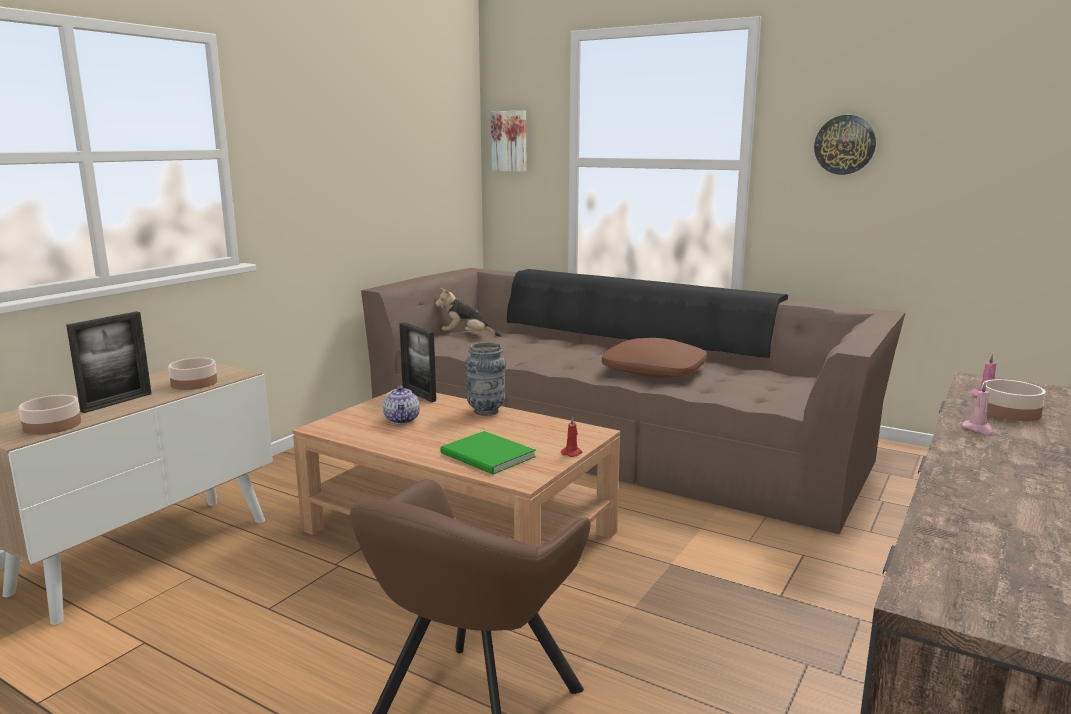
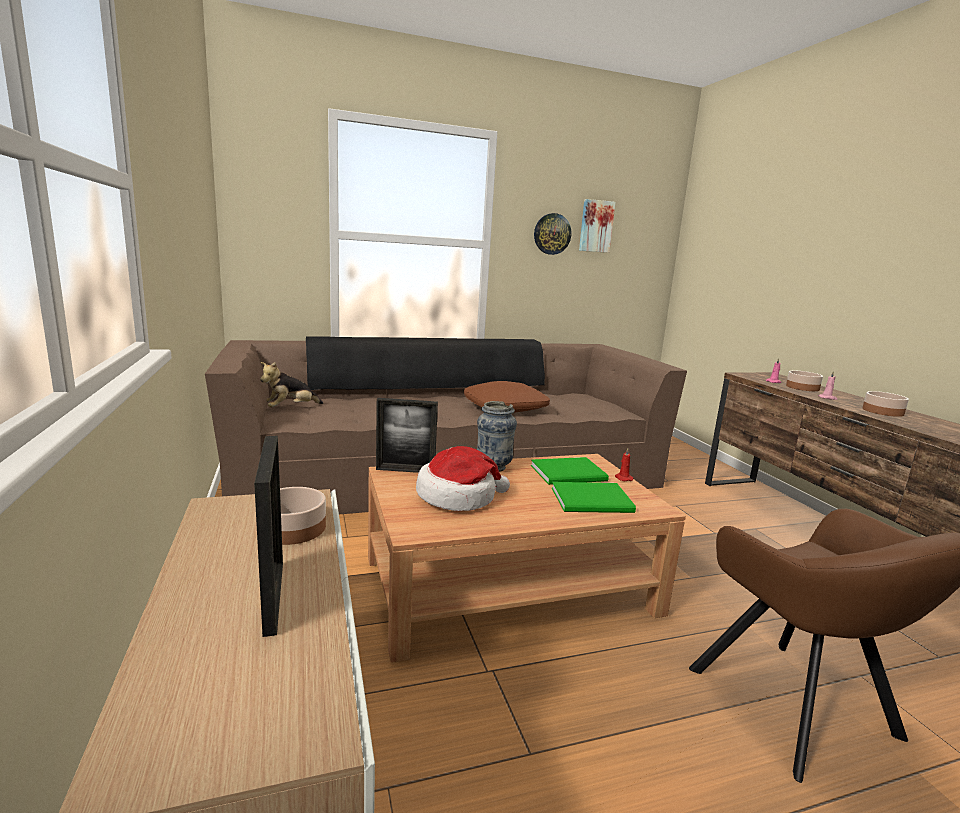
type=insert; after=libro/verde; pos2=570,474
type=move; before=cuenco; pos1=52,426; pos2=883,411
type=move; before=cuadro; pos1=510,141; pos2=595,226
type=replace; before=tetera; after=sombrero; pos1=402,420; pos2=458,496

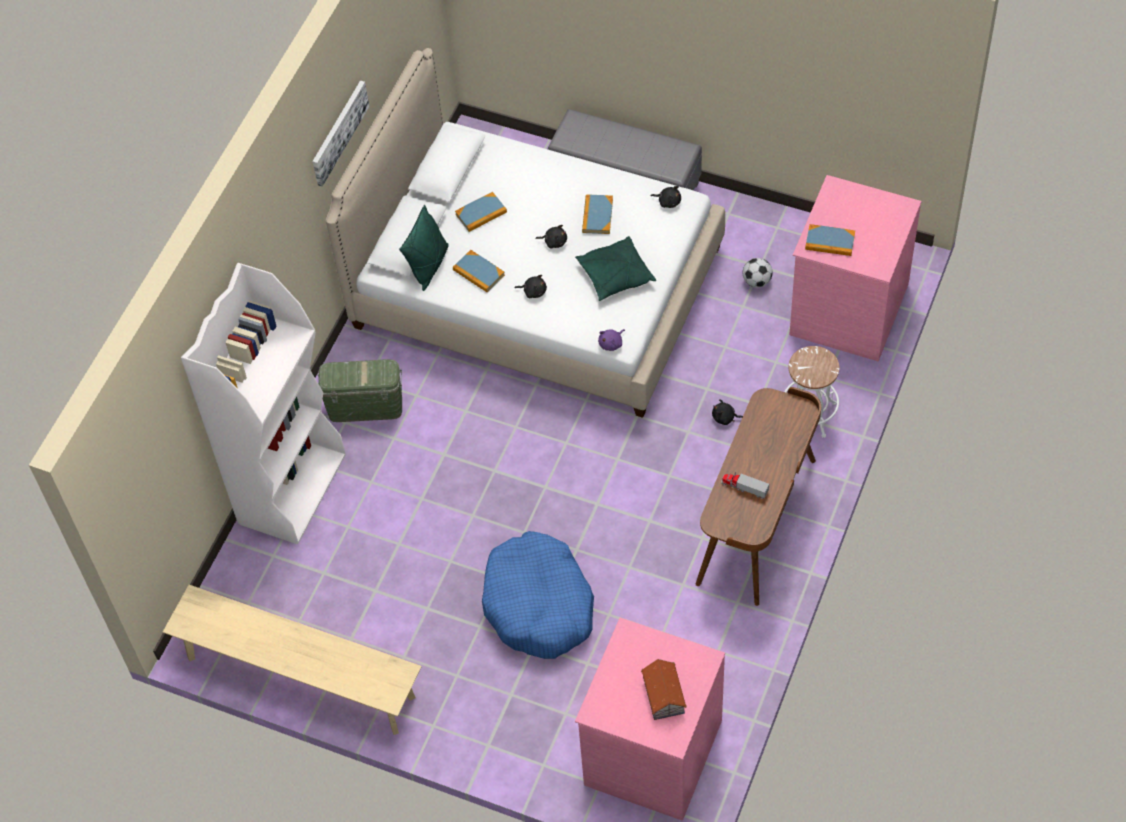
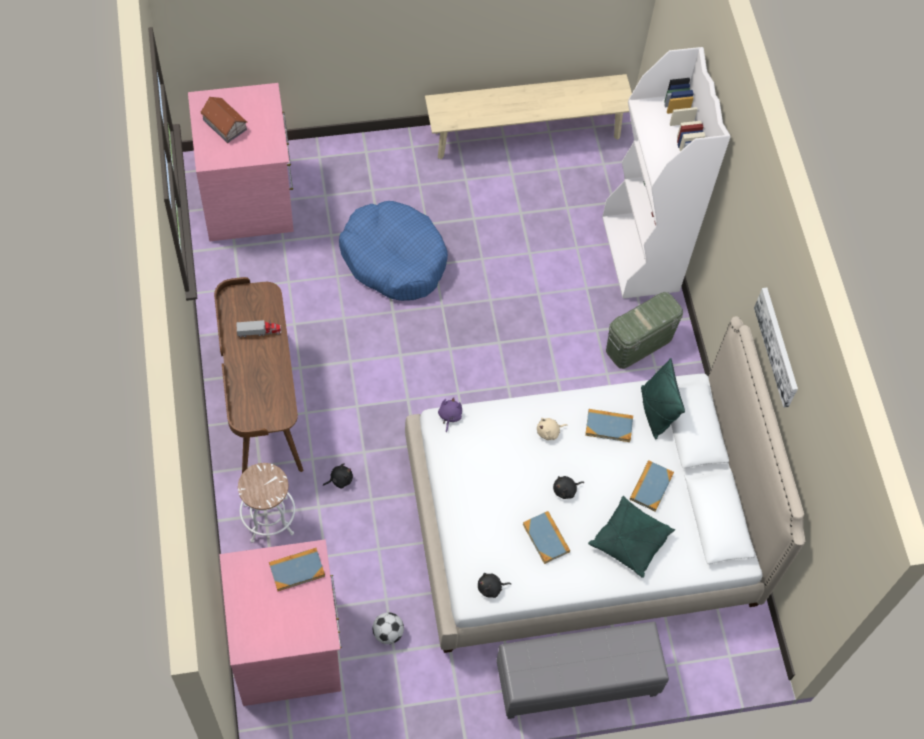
type=move; before=cojín/verde; pos1=615,276; pos2=630,540
type=recolor; before=peluche/negro; after=peluche/beis; pos1=533,291; pos2=549,432

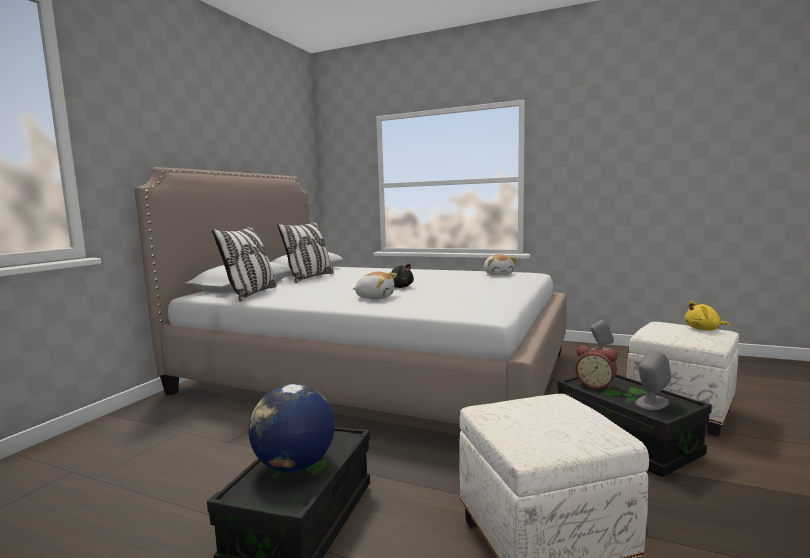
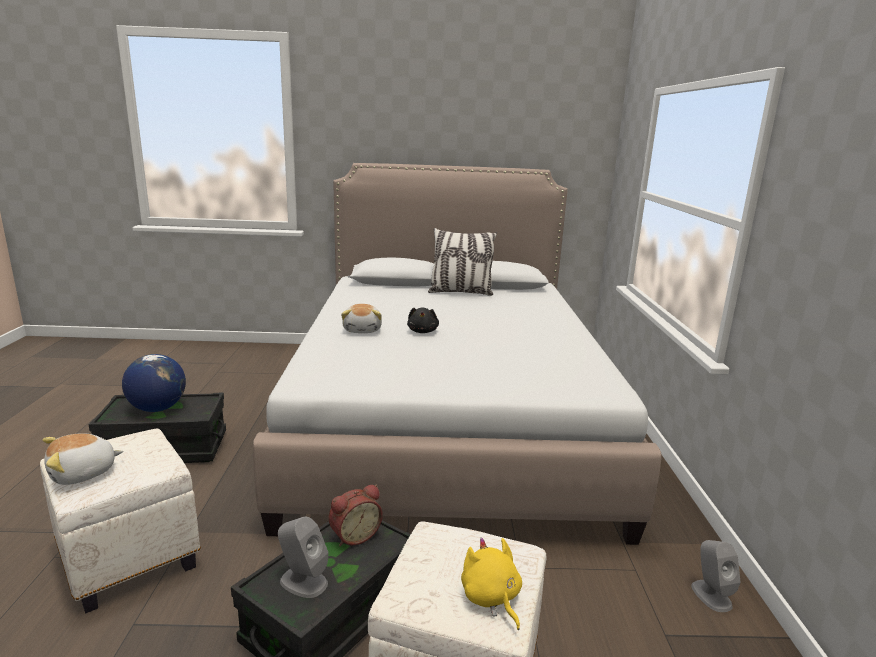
type=delete; before=cojín; pos1=251,294
type=move; before=peluche; pos1=498,274; pos2=83,473
type=rotate; before=despertador; pos1=595,385; pos2=354,535; turn=-135

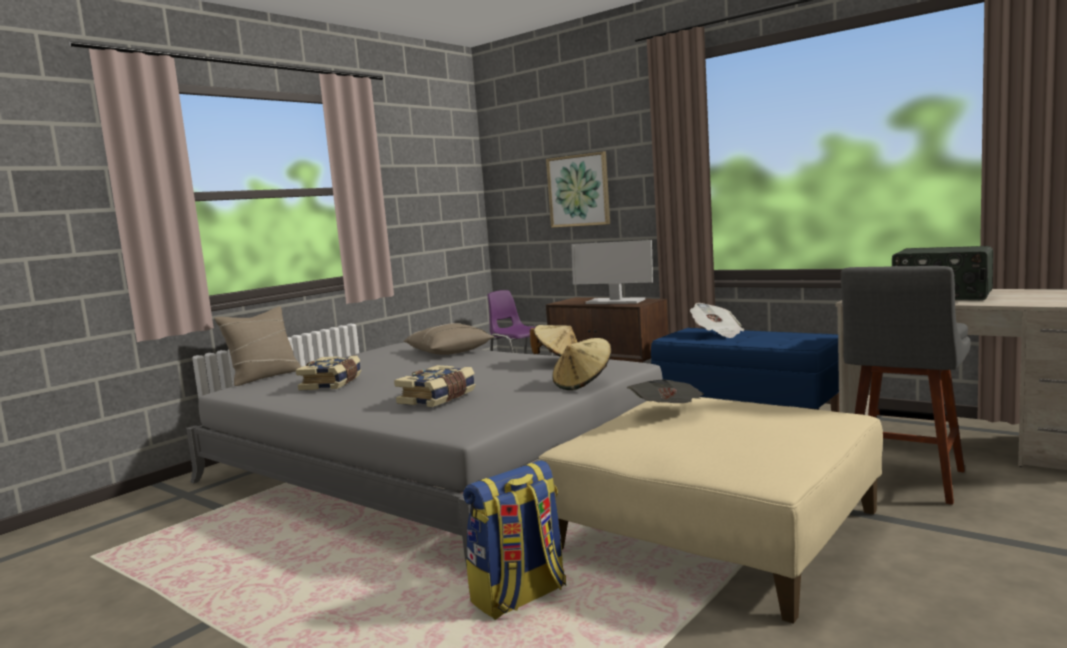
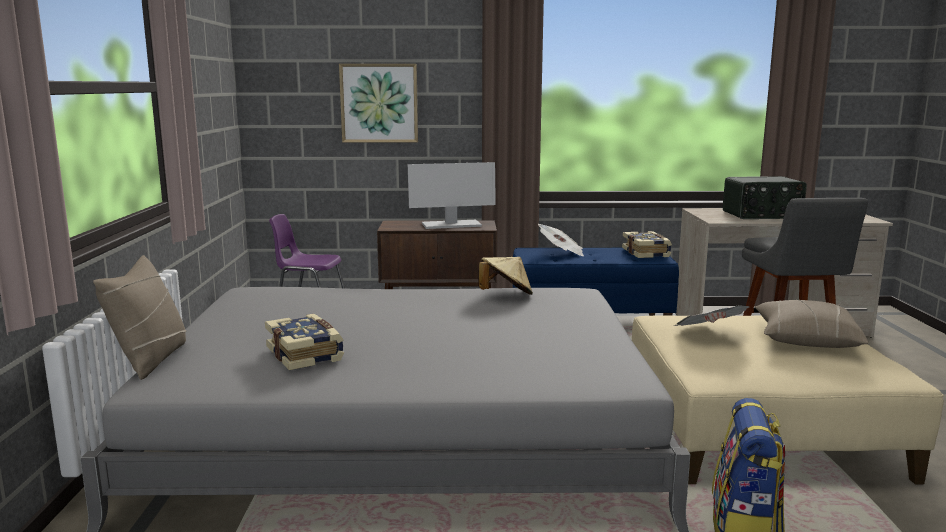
type=delete; before=sombrero/beis; pos1=583,384
type=move; before=libro; pos1=438,398; pos2=646,253
type=move; before=cojín/beis; pos1=449,352; pos2=805,340

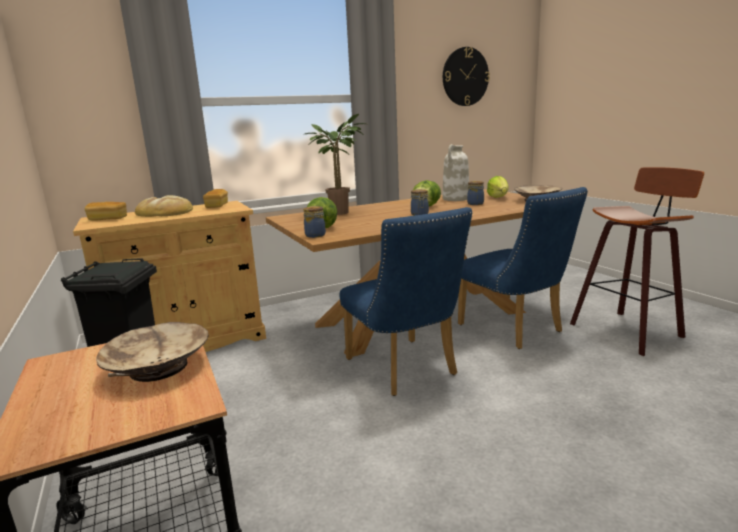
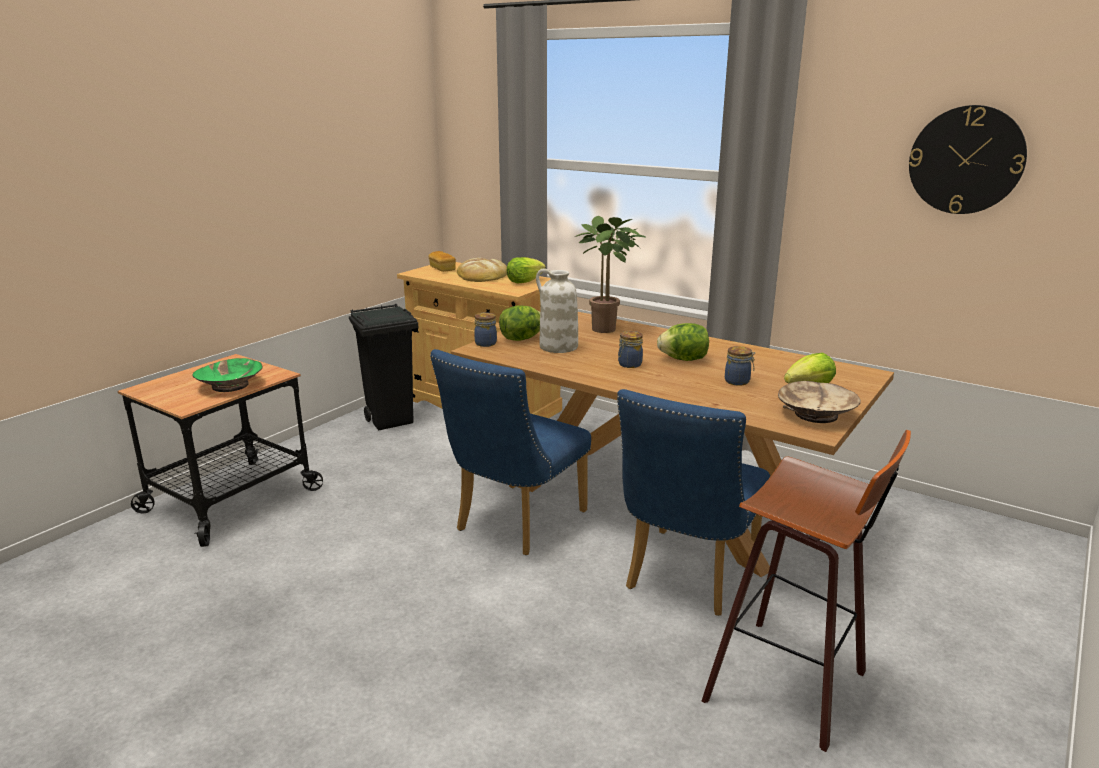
type=move; before=florero/blanco; pos1=455,199; pos2=558,347
type=replace; before=pan; after=lechuga; pos1=217,206; pos2=524,282
type=recolor; before=cuenco/beis; after=cuenco/verde; pos1=159,367; pos2=230,385

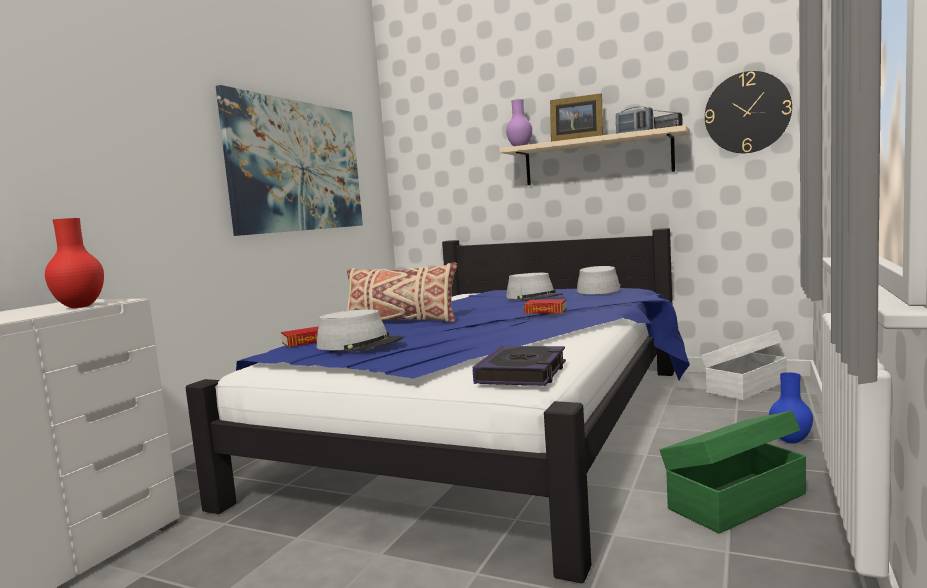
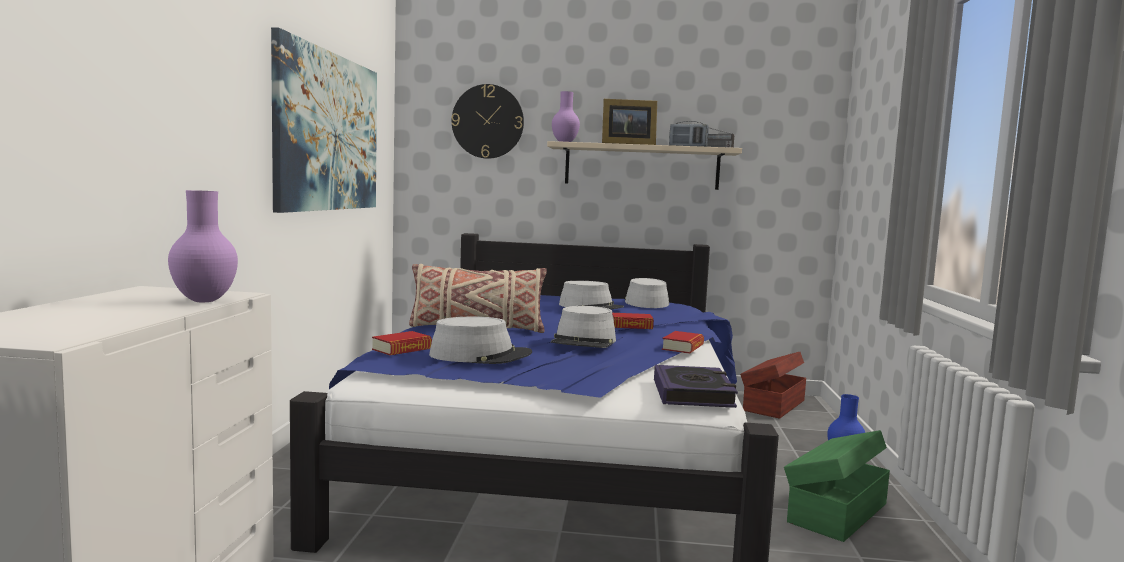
type=insert; after=sombrero/gris; pos2=584,341
type=insert; after=libro; pos2=683,347
type=move; before=reloj de pared; pos1=747,112; pos2=487,121
type=recolor; before=florero/rojo; after=florero/morado; pos1=81,307; pos2=206,301
type=recolor; before=caja de almacenaje/blanco; after=caja de almacenaje/marrón; pos1=745,387; pos2=772,405

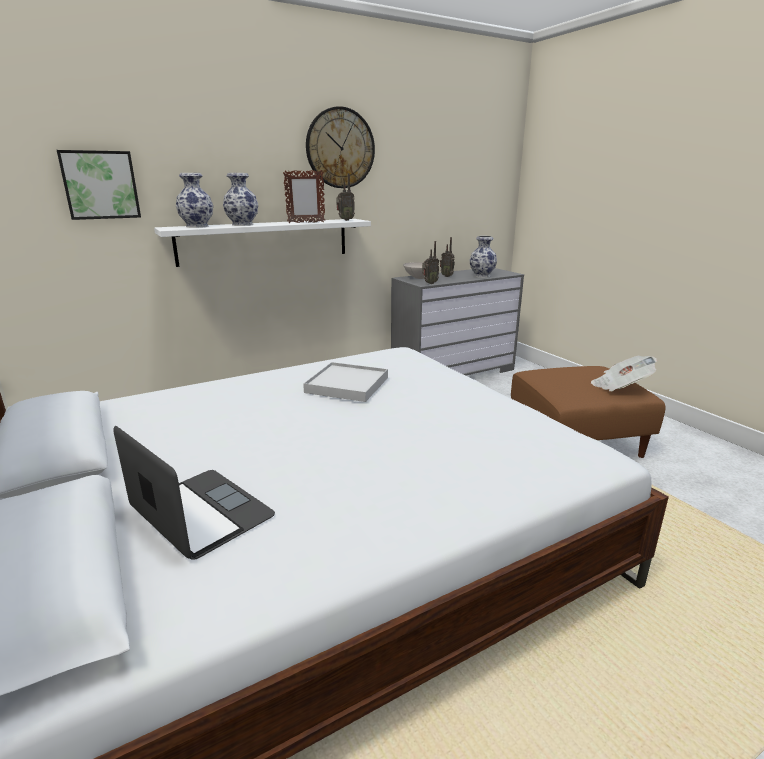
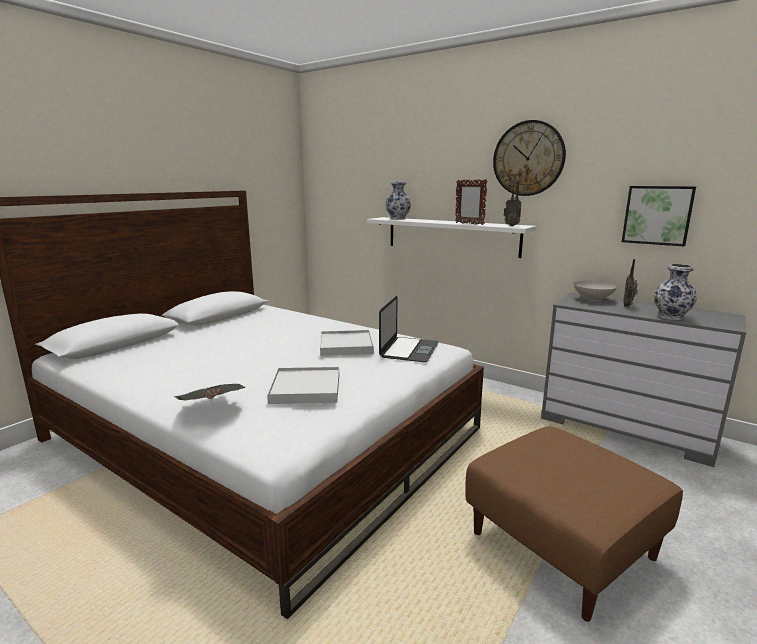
type=delete; before=florero; pos1=242,225
type=delete; before=radio; pos1=429,283
type=insert; after=bandeja/blanco; pos2=306,389
type=move; before=cuadro; pos1=100,185; pos2=657,215
type=move; before=portátil; pos1=201,512; pos2=409,349
type=move; before=periódico; pos1=620,387; pos2=212,409

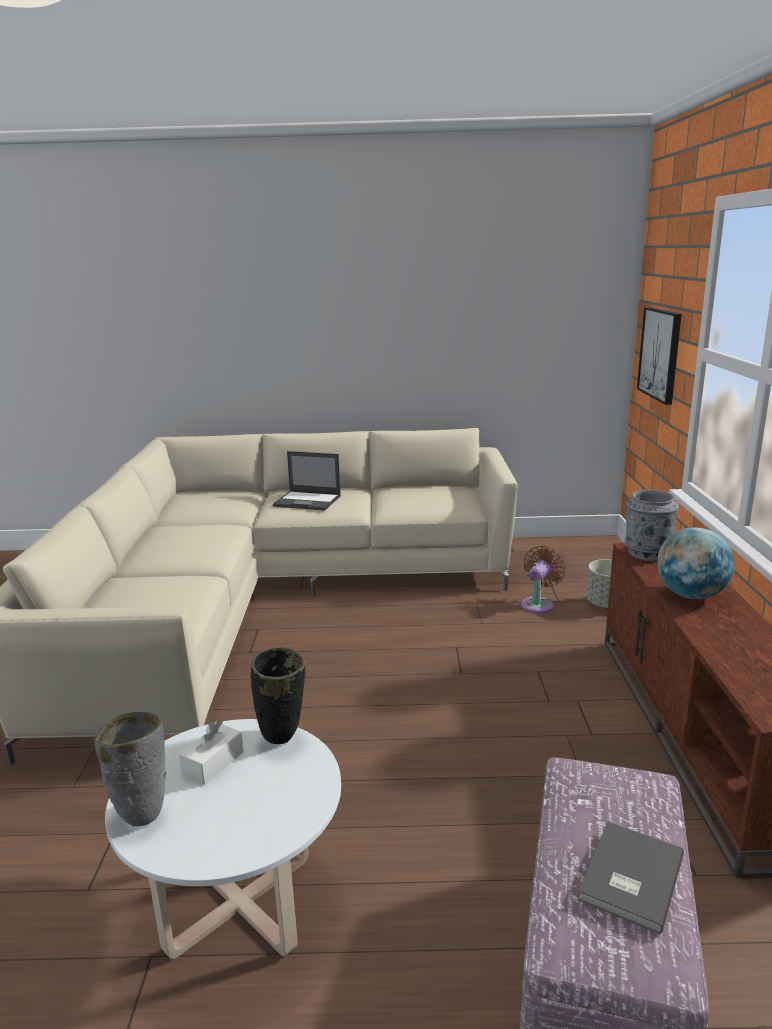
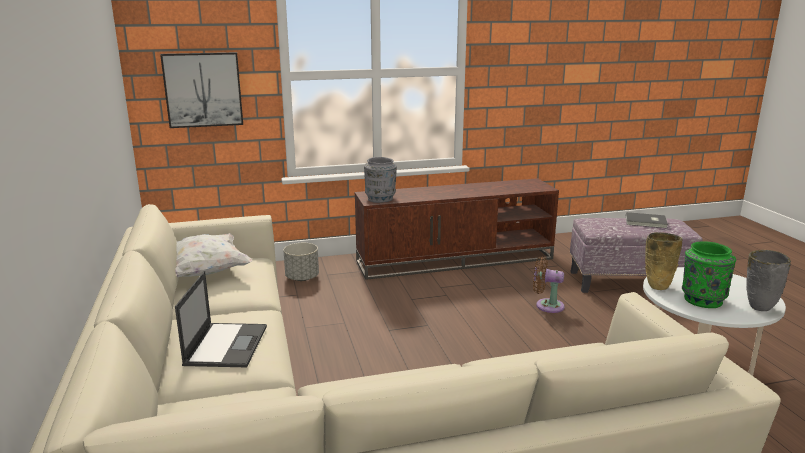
type=delete; before=globo terráqueo; pos1=690,595
type=insert; after=cojín/blanco; pos2=205,272
type=move; before=ventilador/marrón; pos1=538,604; pos2=546,305
type=replace; before=caja de pañuelos/blanco; after=florero/verde; pos1=213,763; pos2=702,299
type=recolor; before=florero/negro; after=florero/beis; pos1=282,738; pos2=657,286

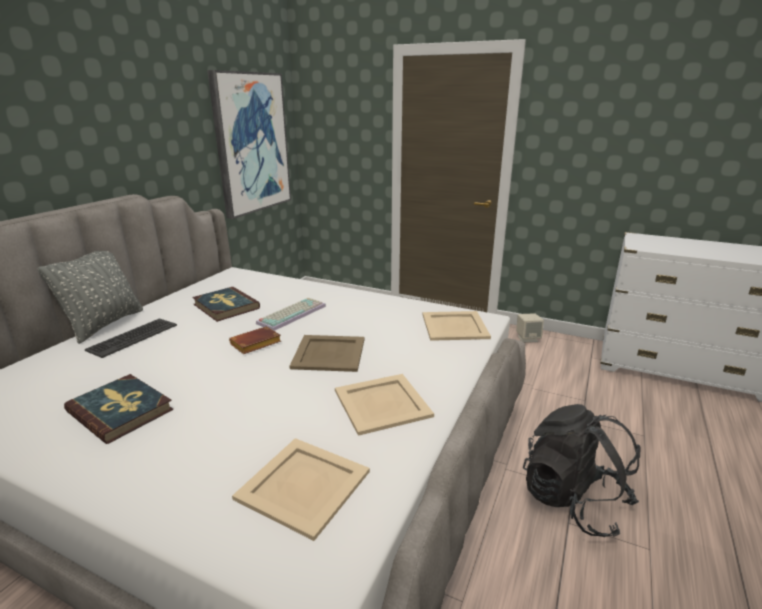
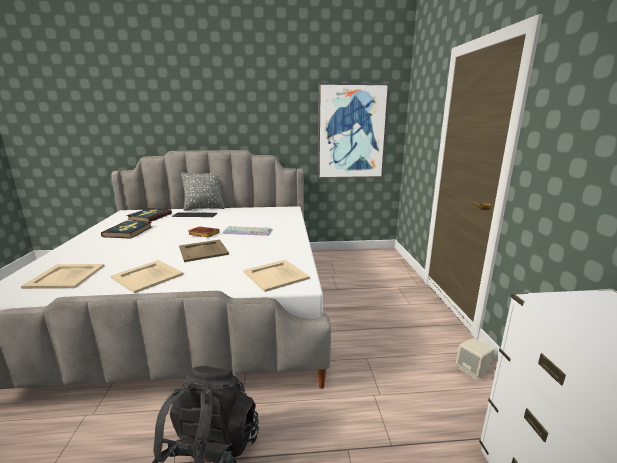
type=move; before=libro; pos1=225,306; pos2=149,217

